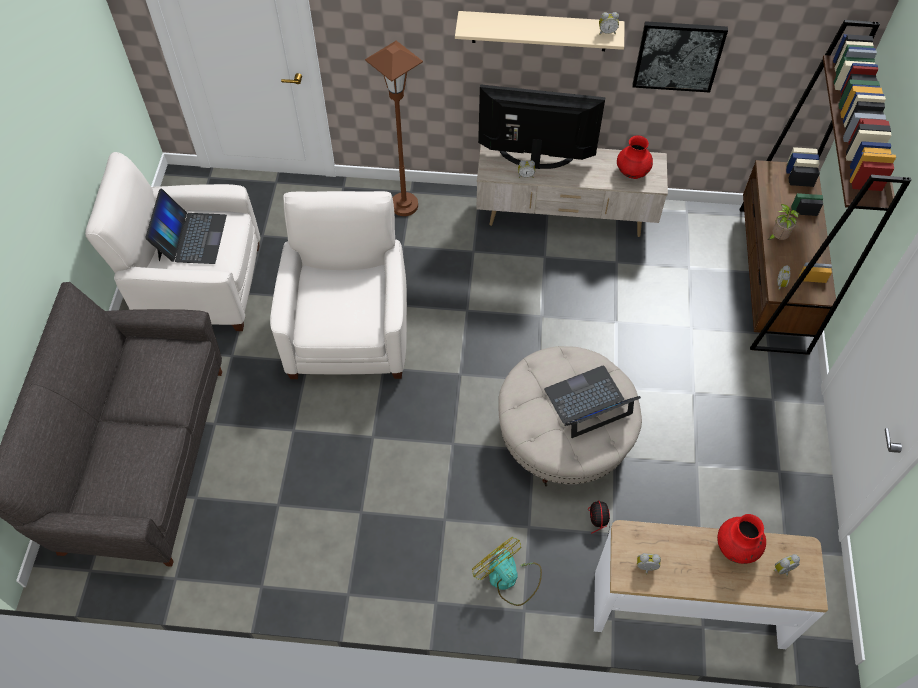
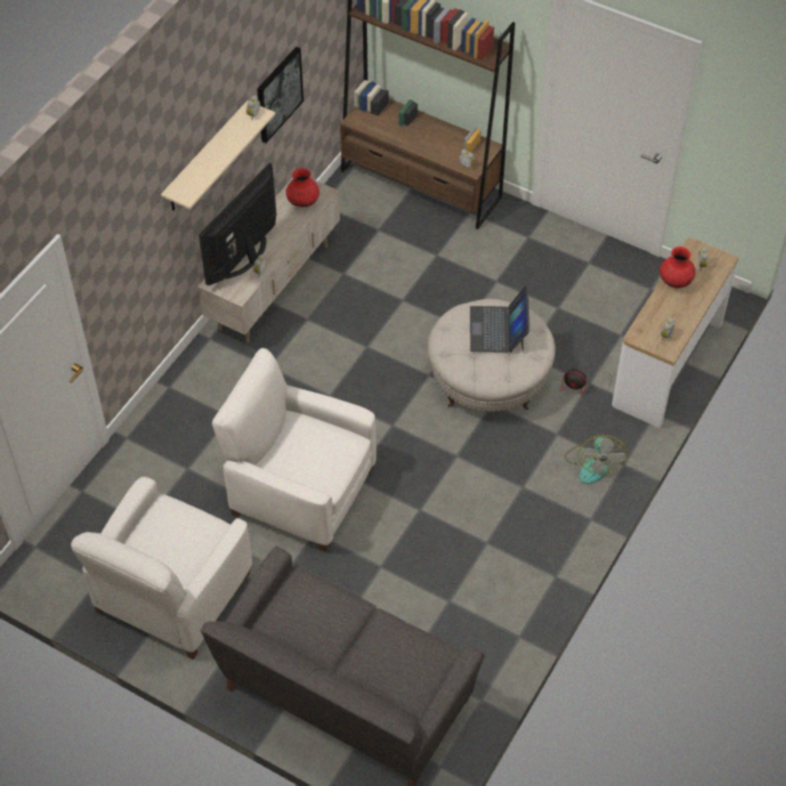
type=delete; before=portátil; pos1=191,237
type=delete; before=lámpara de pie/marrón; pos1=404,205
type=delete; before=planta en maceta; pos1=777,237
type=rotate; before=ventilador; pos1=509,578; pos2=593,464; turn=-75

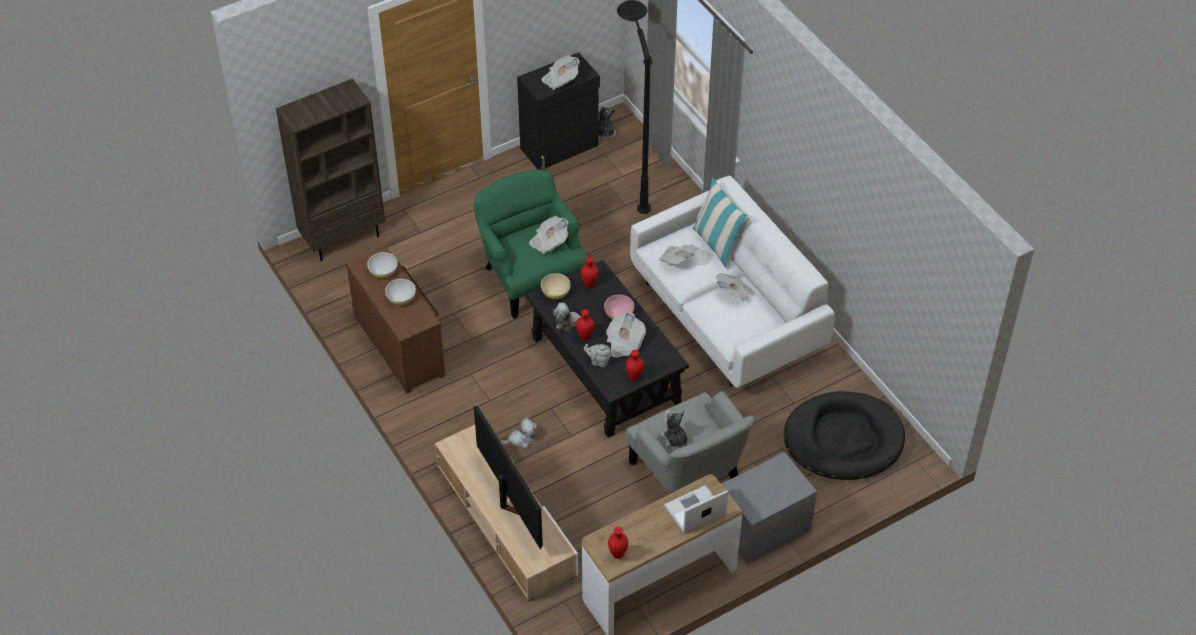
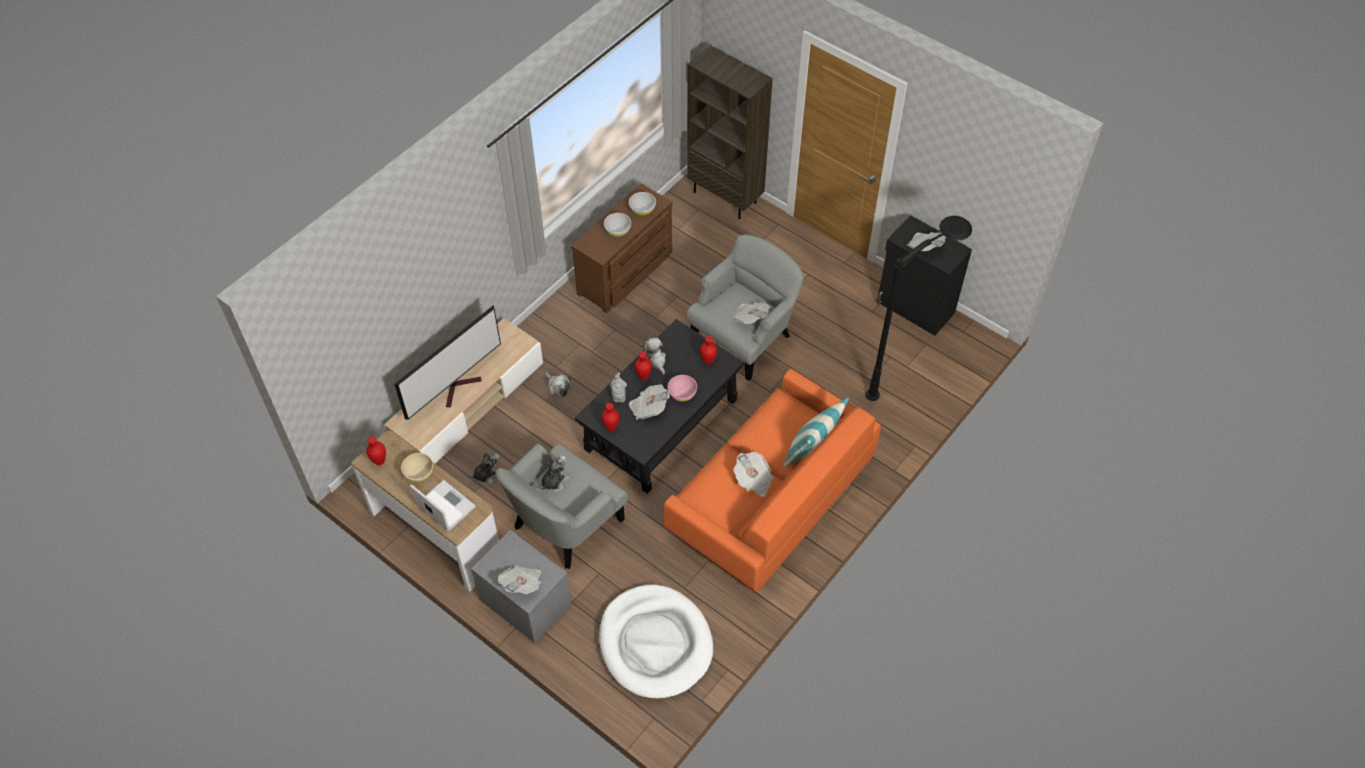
type=move; before=cuenco/beis; pos1=555,292; pos2=419,473
type=move; before=peluche; pos1=605,133; pos2=487,475
type=move; before=periódico; pos1=677,260; pos2=522,584
type=recolor; before=sillón/verde; after=sillón/gris; pos1=531,277; pos2=744,337
type=recolor; before=sofá/blanco; after=sofá/naranja; pos1=727,315; pos2=769,501
type=recolor; before=cama para perro/negro; after=cama para perro/blanco; pos1=843,439; pos2=655,643

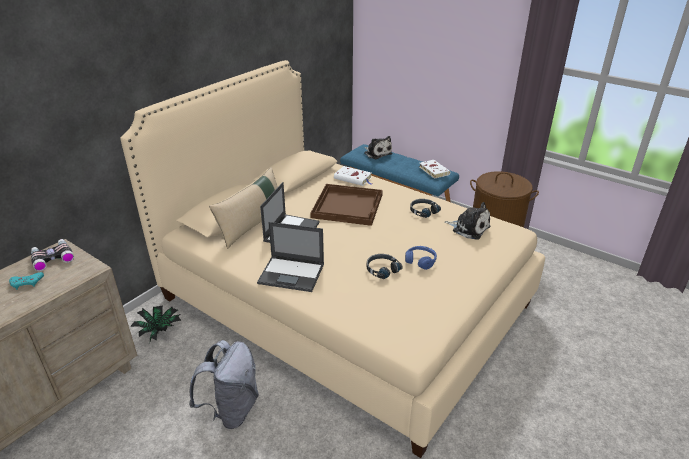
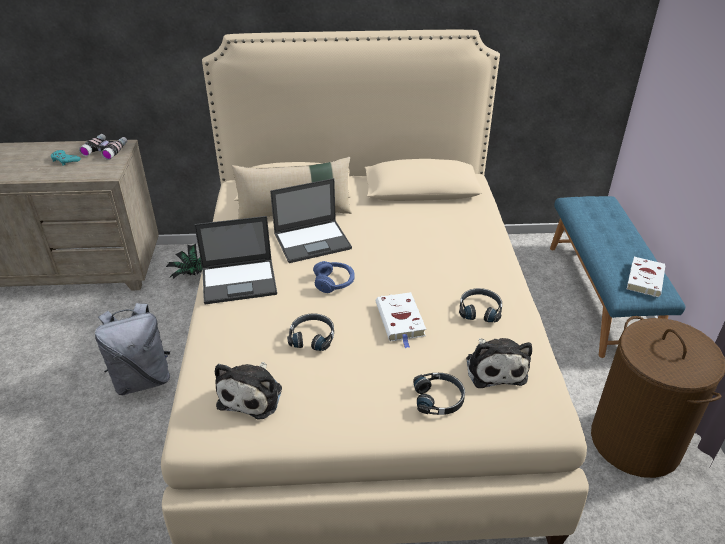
type=delete; before=bandeja/marrón; pos1=348,205
type=insert; after=auriculares/negro; pos2=439,398
type=move; before=libro/blanco; pos1=354,178; pos2=401,321
type=move; before=peluche; pos1=377,153; pos2=252,394
type=move; before=auriculares/azul; pos1=420,261; pos2=334,282
type=rotate; before=portátil; pos1=292,274; pos2=240,281; turn=-75

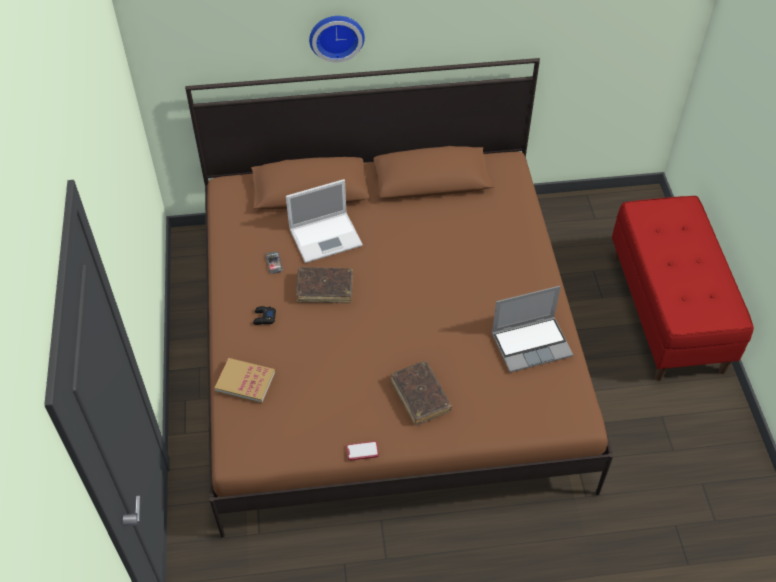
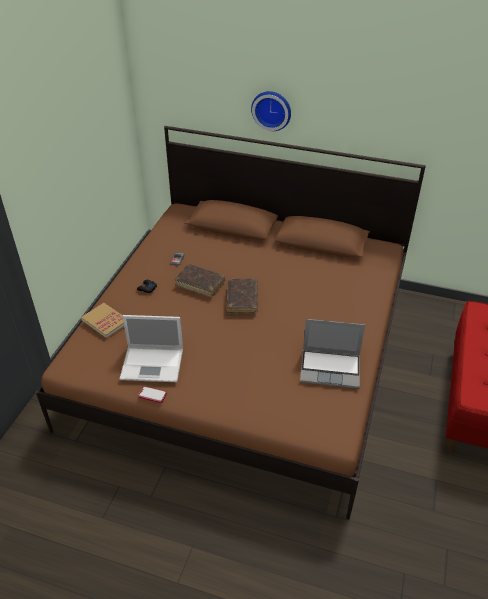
type=move; before=portátil; pos1=327,236; pos2=153,364
type=move; before=libro/marrón; pos1=420,396; pos2=242,300

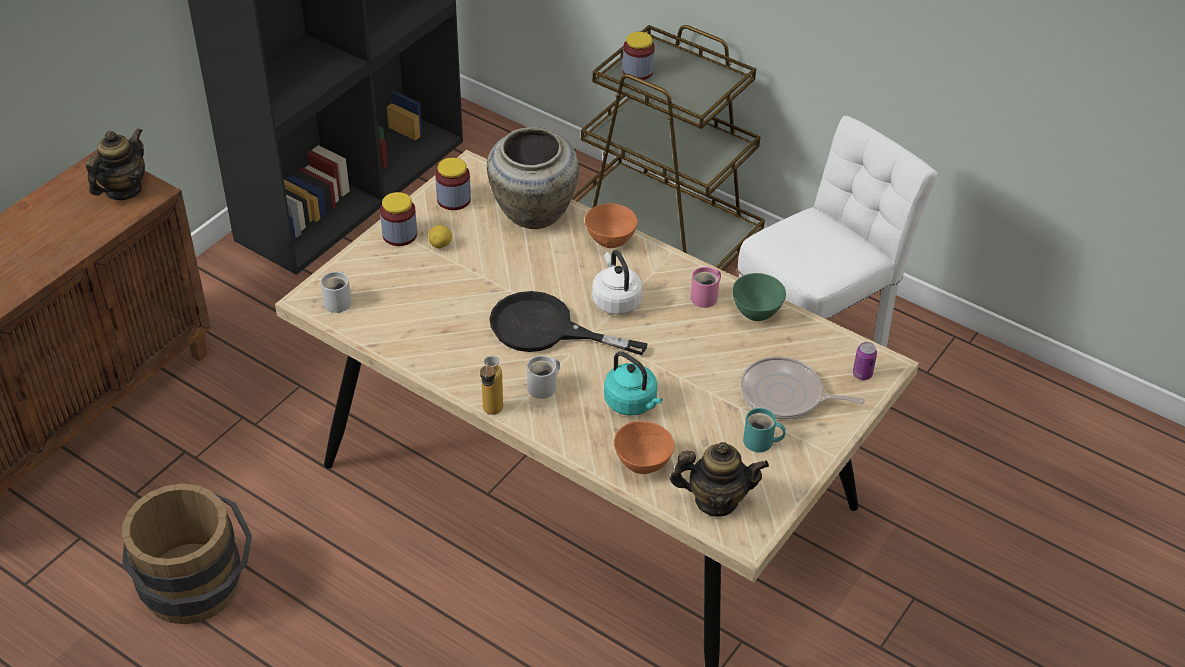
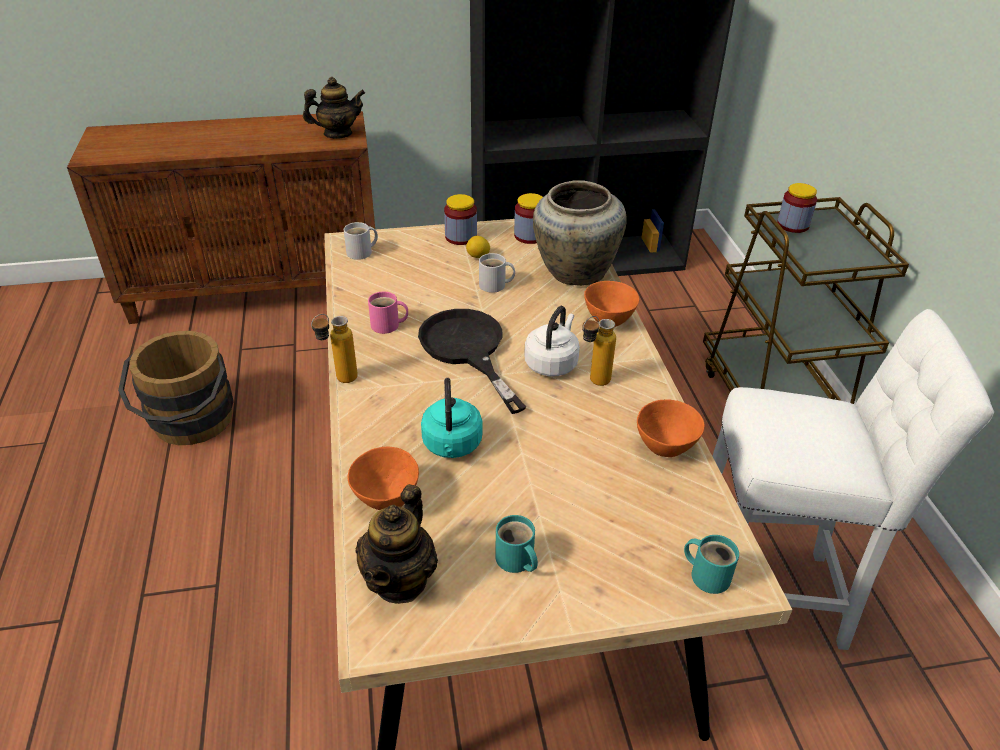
type=delete; before=sartén; pos1=785,395
type=insert; after=botella; pos2=593,383
type=move; before=taza grande/blanco; pos1=544,387; pos2=495,285
type=move; before=taza grande/rosa; pos1=706,297; pos2=388,326
type=replace; before=lata; after=taza grande/turquesa; pos1=862,374; pos2=707,574
type=recolor; before=cuenco/verde; after=cuenco/naranja; pos1=756,314; pos2=665,449
type=rotate; before=tetera; pos1=716,500; pos2=400,580; turn=60

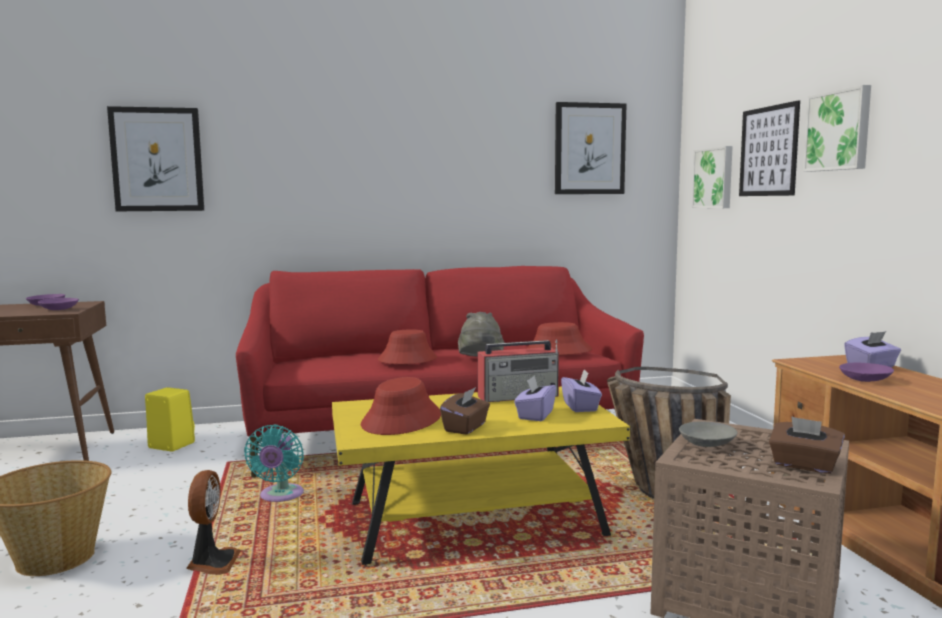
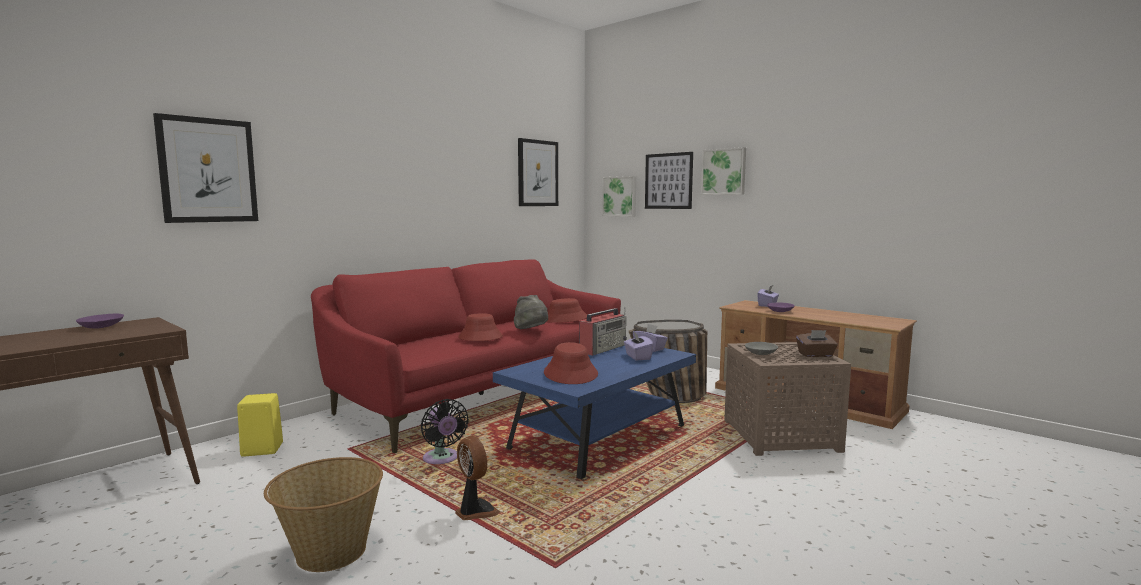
type=delete; before=cuenco/morado; pos1=59,309
type=delete; before=caja de pañuelos/marrón; pos1=466,427
type=recolor; before=ventilador/turquesa; after=ventilador/negro; pos1=280,497; pos2=442,459
type=recolor; before=mesa de centro/amarillo; after=mesa de centro/azul; pos1=473,521; pos2=599,439

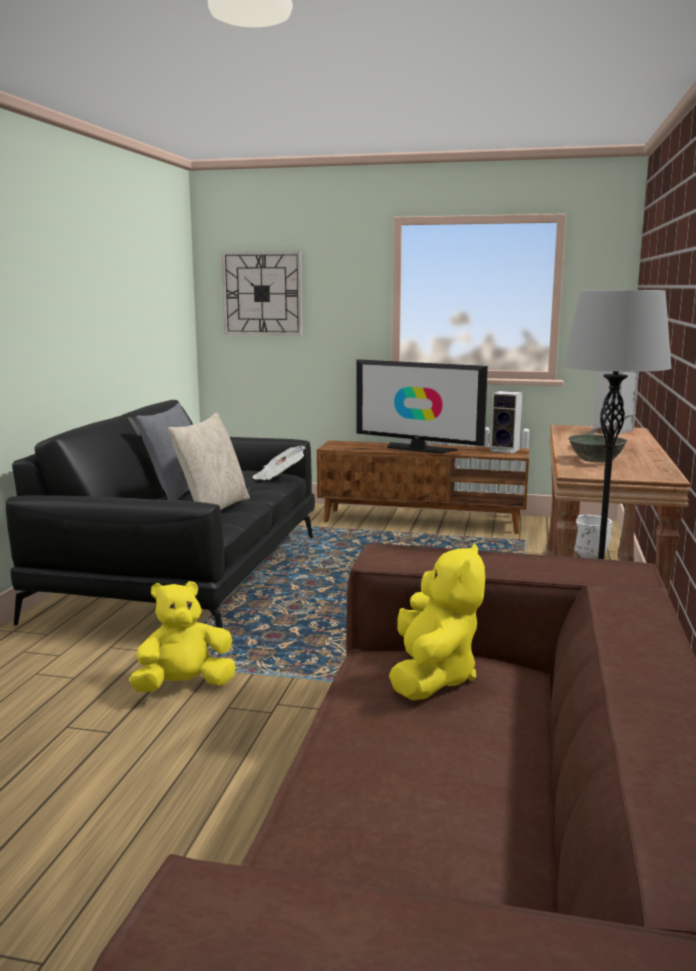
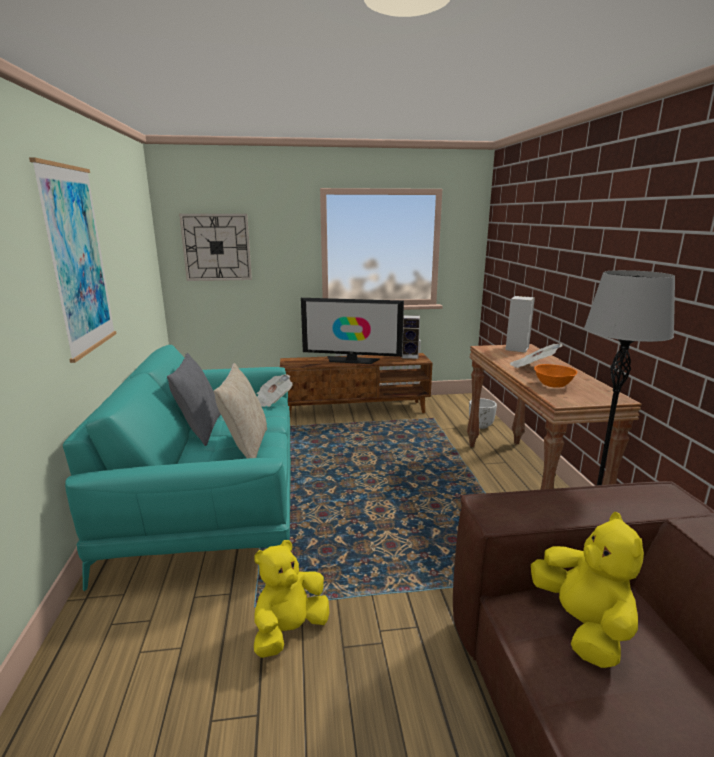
type=insert; after=cuadro; pos2=77,260
type=recolor; before=sofá/negro; after=sofá/turquesa; pos1=187,574; pos2=214,494
type=recolor; before=cuenco/gris; after=cuenco/naranja; pos1=596,460; pos2=553,385

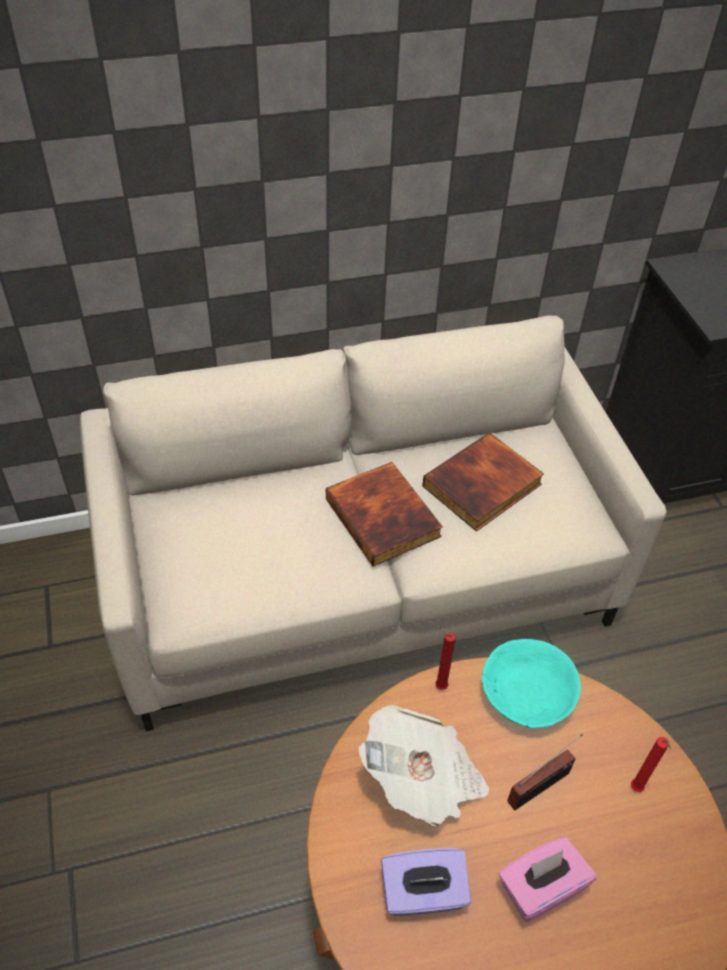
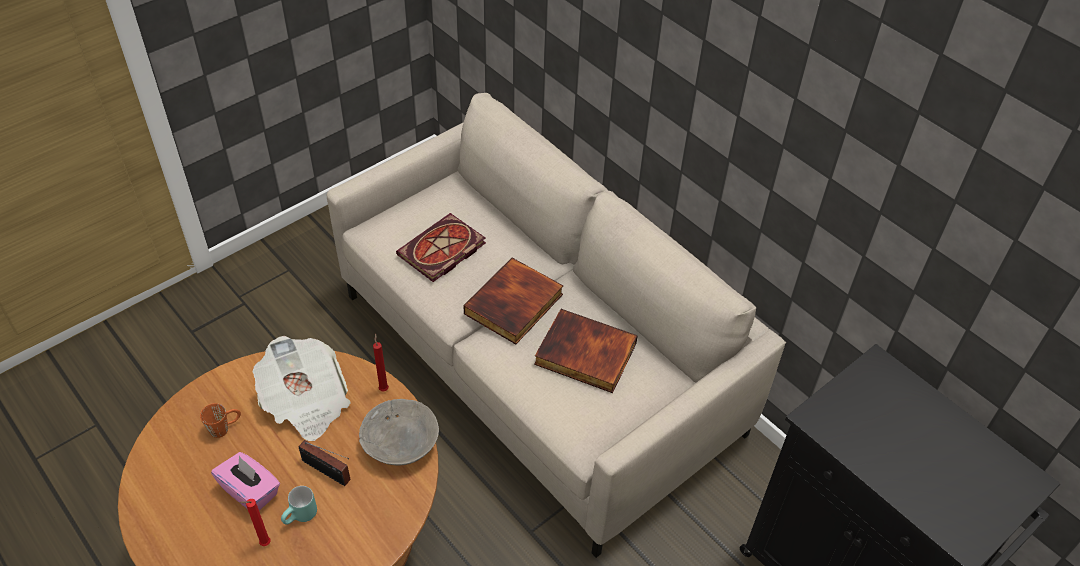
type=insert; after=taza grande/turquesa; pos2=301,517
type=insert; after=libro; pos2=441,251
type=move; before=vela/rojo; pos1=636,790; pos2=263,544
type=replace; before=caja de pañuelos/morado; after=taza grande/naranja; pos1=423,893; pos2=225,427
type=recolor; before=cuenco/turquesa; after=cuenco/gris; pos1=527,694; pos2=401,443

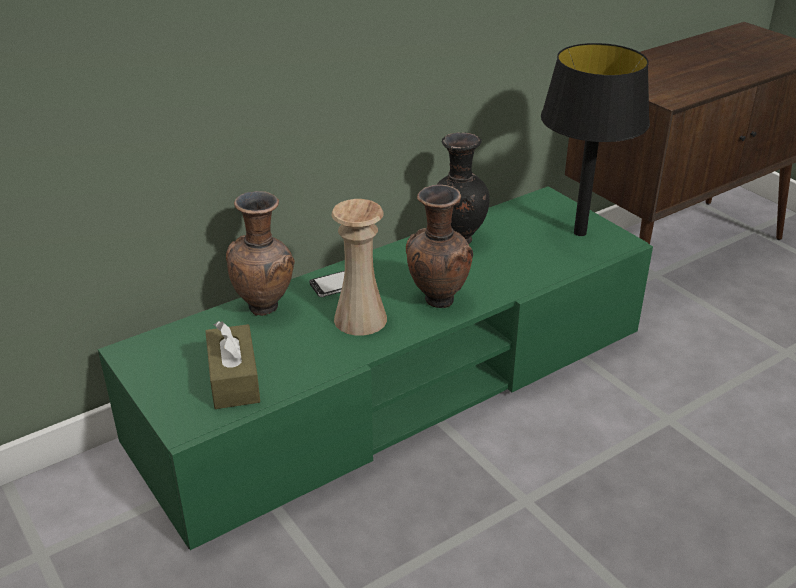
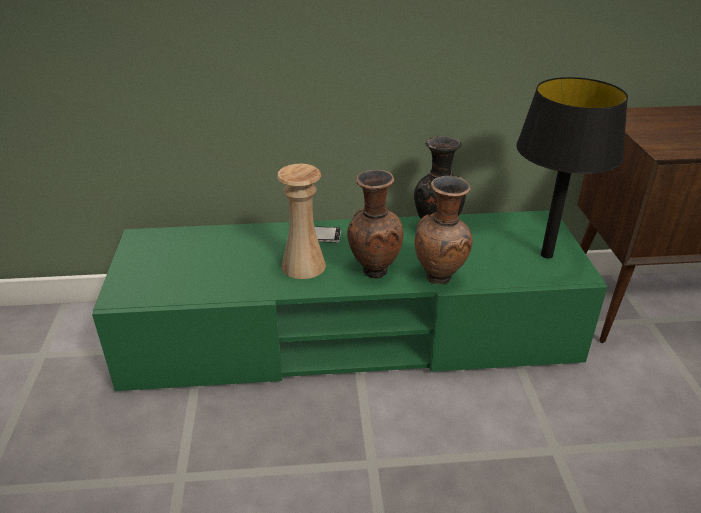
type=delete; before=caja de pañuelos/marrón; pos1=234,379
type=move; before=florero/marrón; pos1=266,308; pos2=440,278

